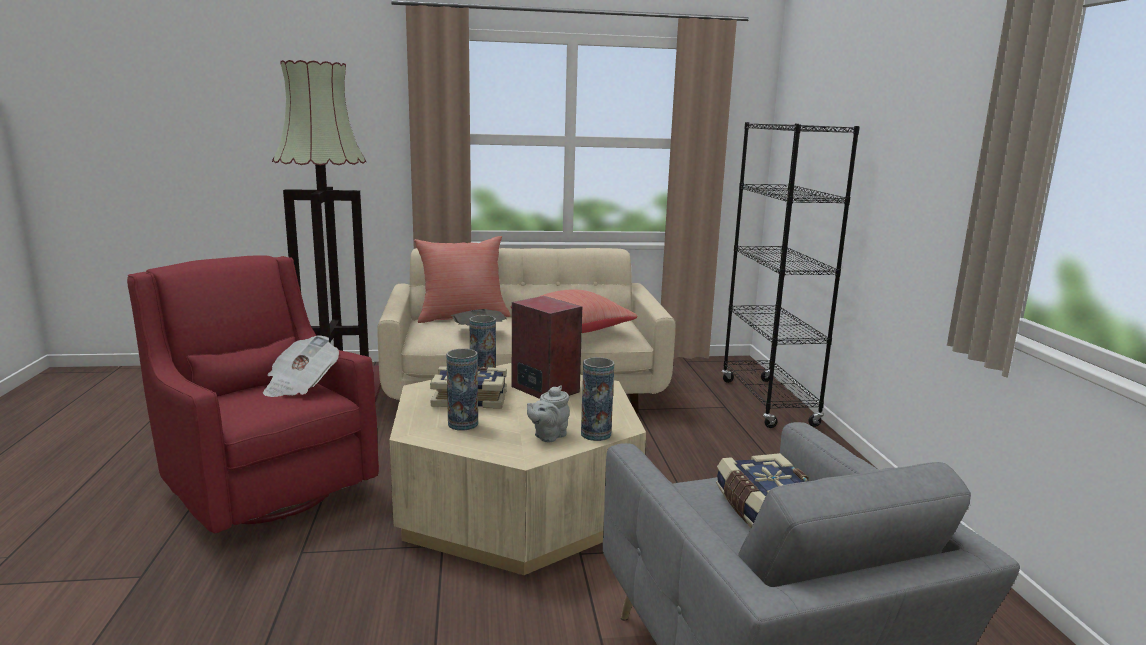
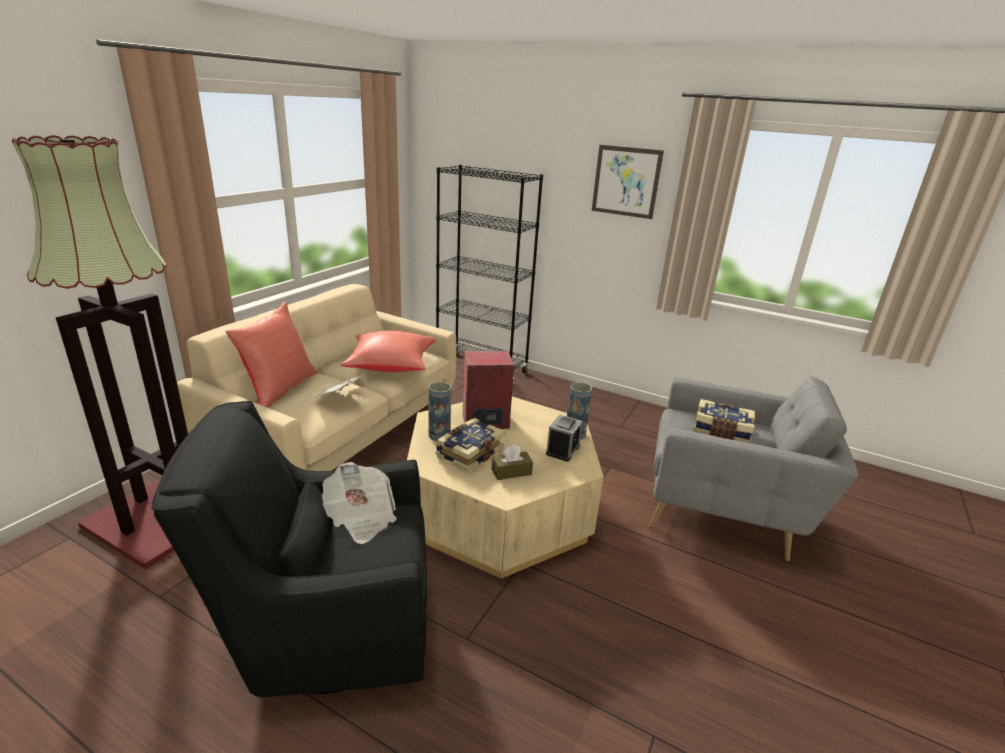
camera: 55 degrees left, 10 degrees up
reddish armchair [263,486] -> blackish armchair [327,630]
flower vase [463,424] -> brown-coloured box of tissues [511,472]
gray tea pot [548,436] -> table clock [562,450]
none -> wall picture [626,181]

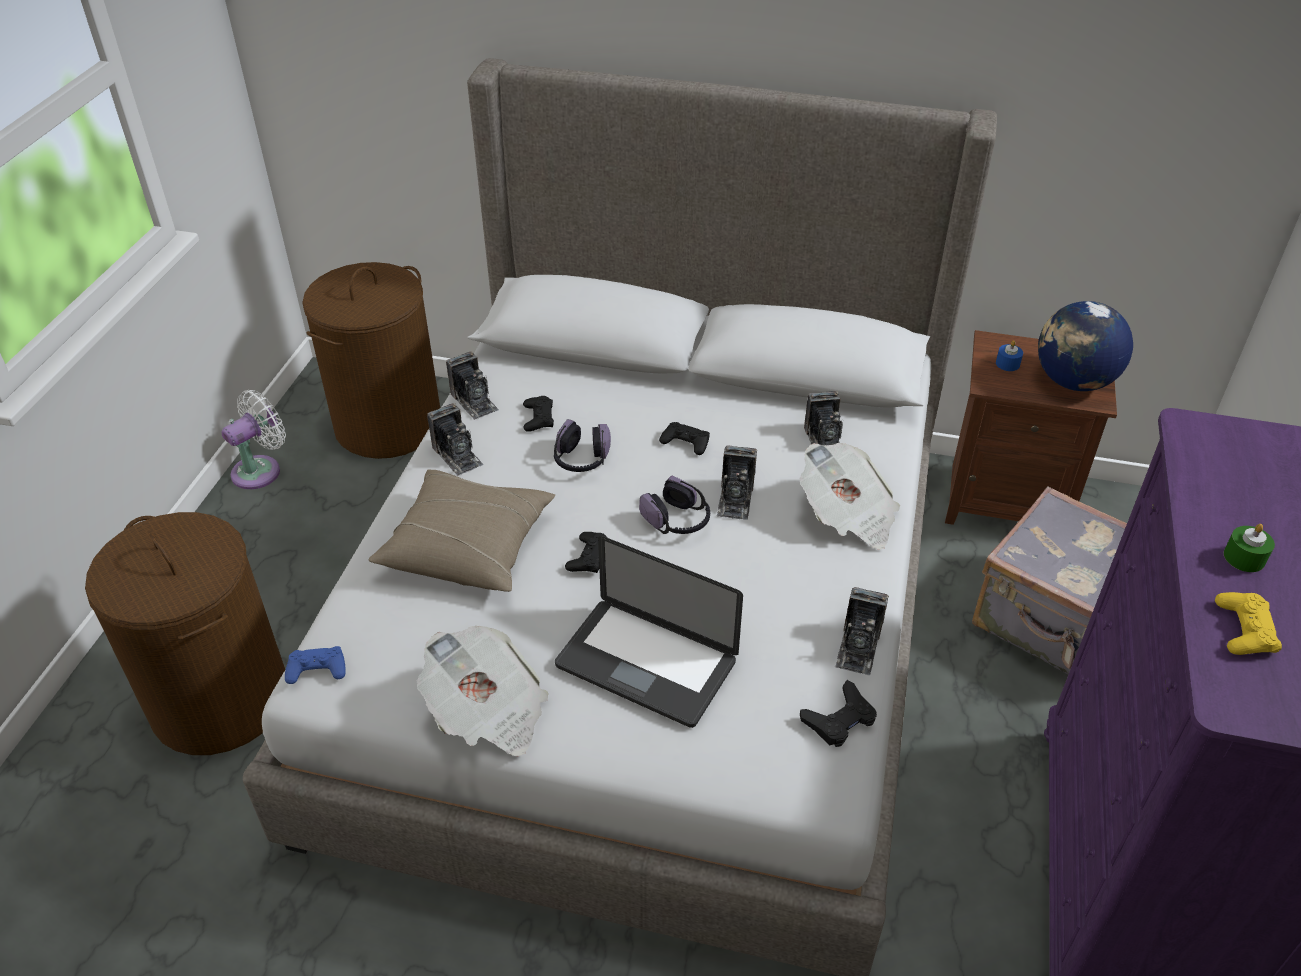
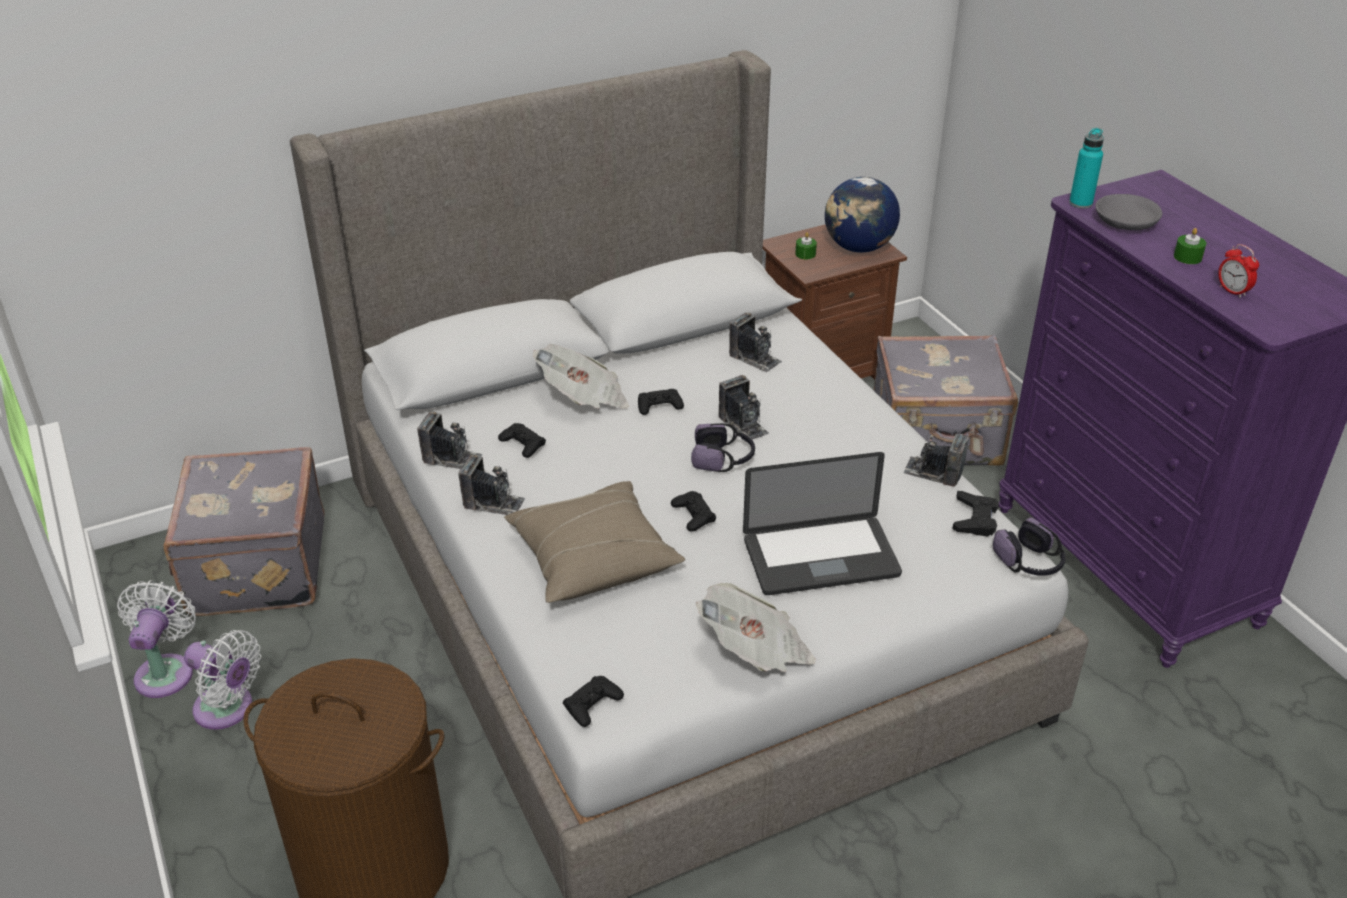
camera: 40 degrees left, 5 degrees down
brown-coloured laundry basket [388,425] -> gray suitcase [255,568]
none -> white fan [228,709]
daily paper [847,516] -> daily paper [584,398], moved
blue-coloured gamepad [317,669] -> blackish gamepad [592,704]
blue-coloured wax light [1007,364] -> greenish wax light [805,254]
still camera [858,647] -> still camera [933,472], 135 degrees clockwise
headset [581,460] -> headset [1029,563], moved
none -> turquoise-coloured beverage bottle [1080,203]
none -> gray serving bowl [1124,221]
yellowish gamepad [1244,630] -> table clock [1232,291]

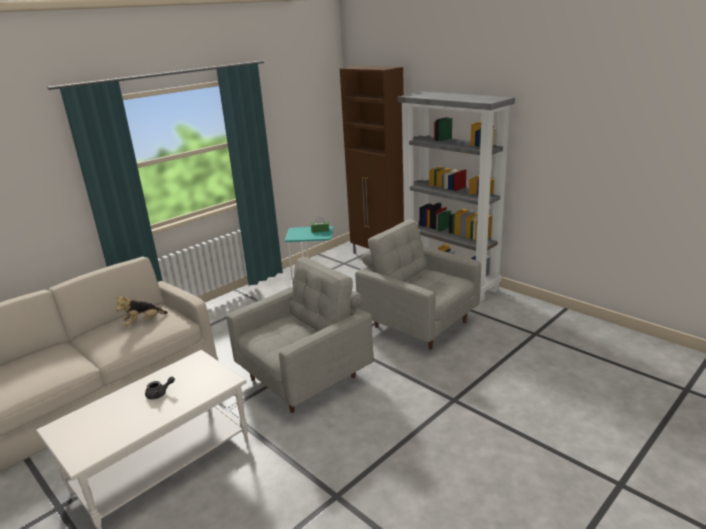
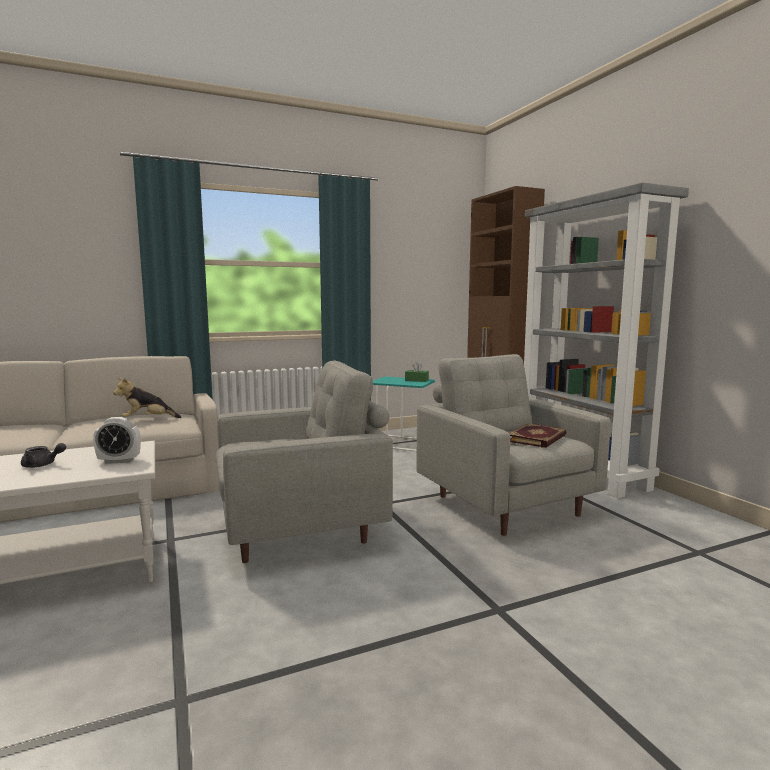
camera: 20 degrees right, 15 degrees down
none -> table clock [119,461]
none -> bound book [537,438]

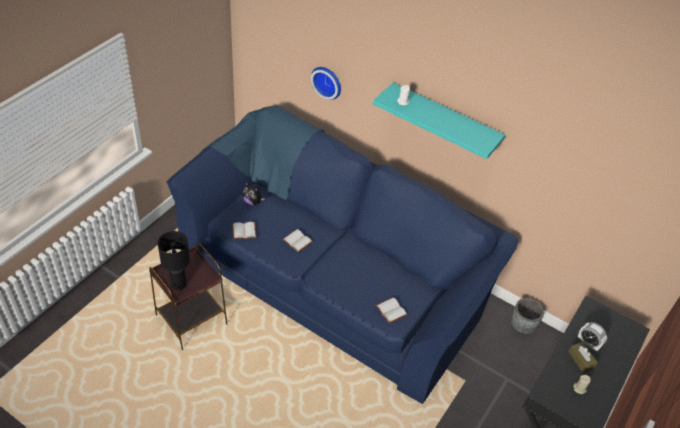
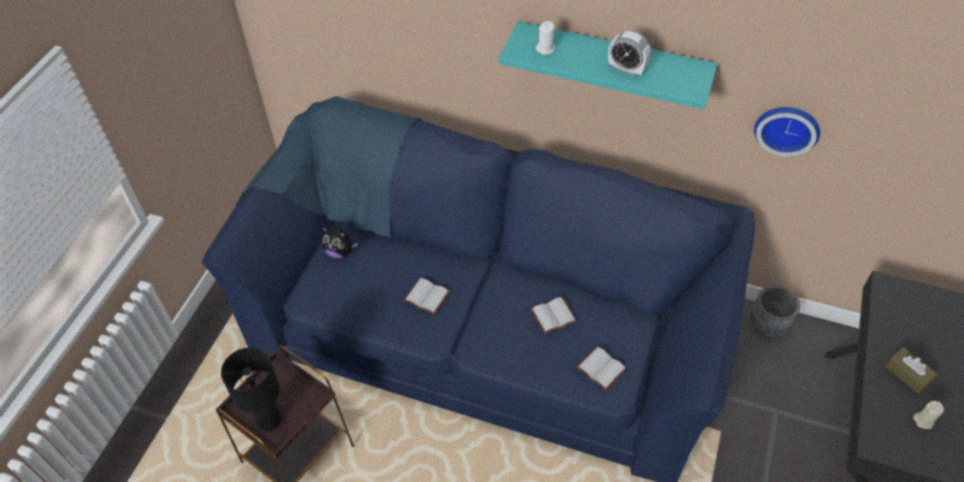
camera: 10 degrees left, 5 degrees up
white bound book [243,232] -> white bound book [553,317], moved
table clock [588,343] -> table clock [626,69], moved
clock on the wall [327,81] -> clock on the wall [787,127], moved

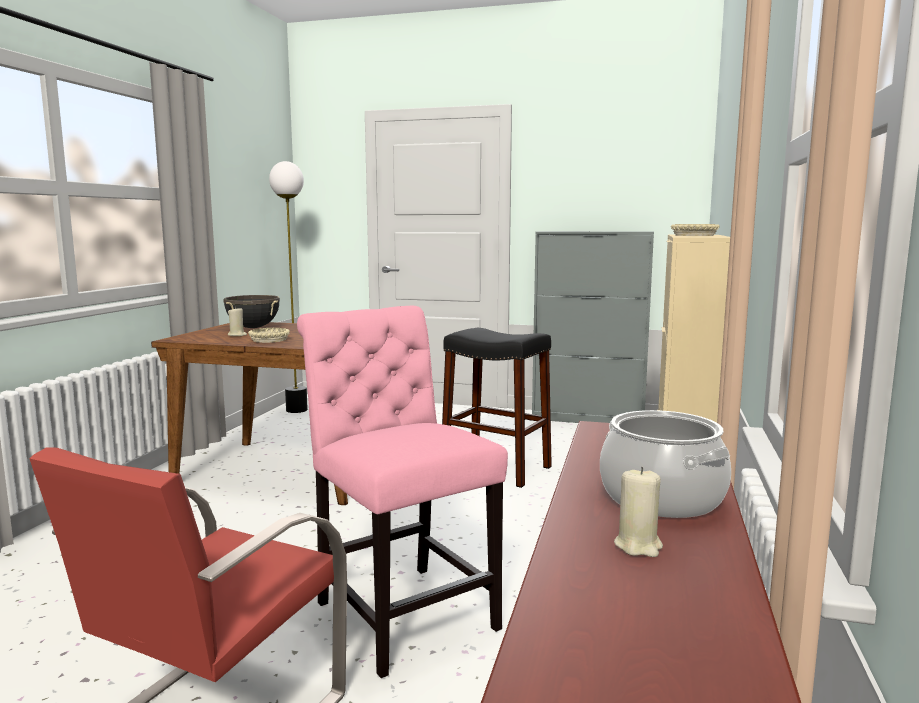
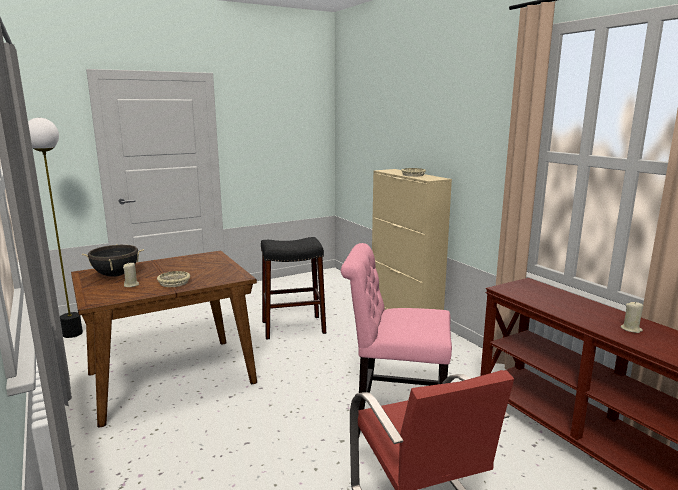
camera: 45 degrees left, 5 degrees up
gray cupboard [588,419] -> none
stockpot [662,498] -> none

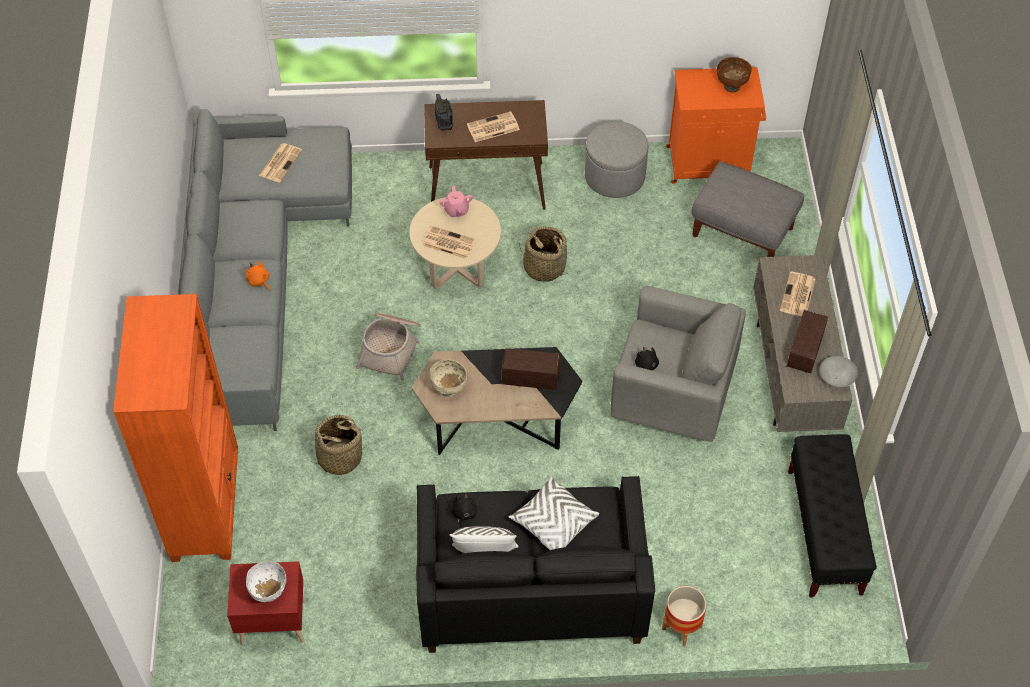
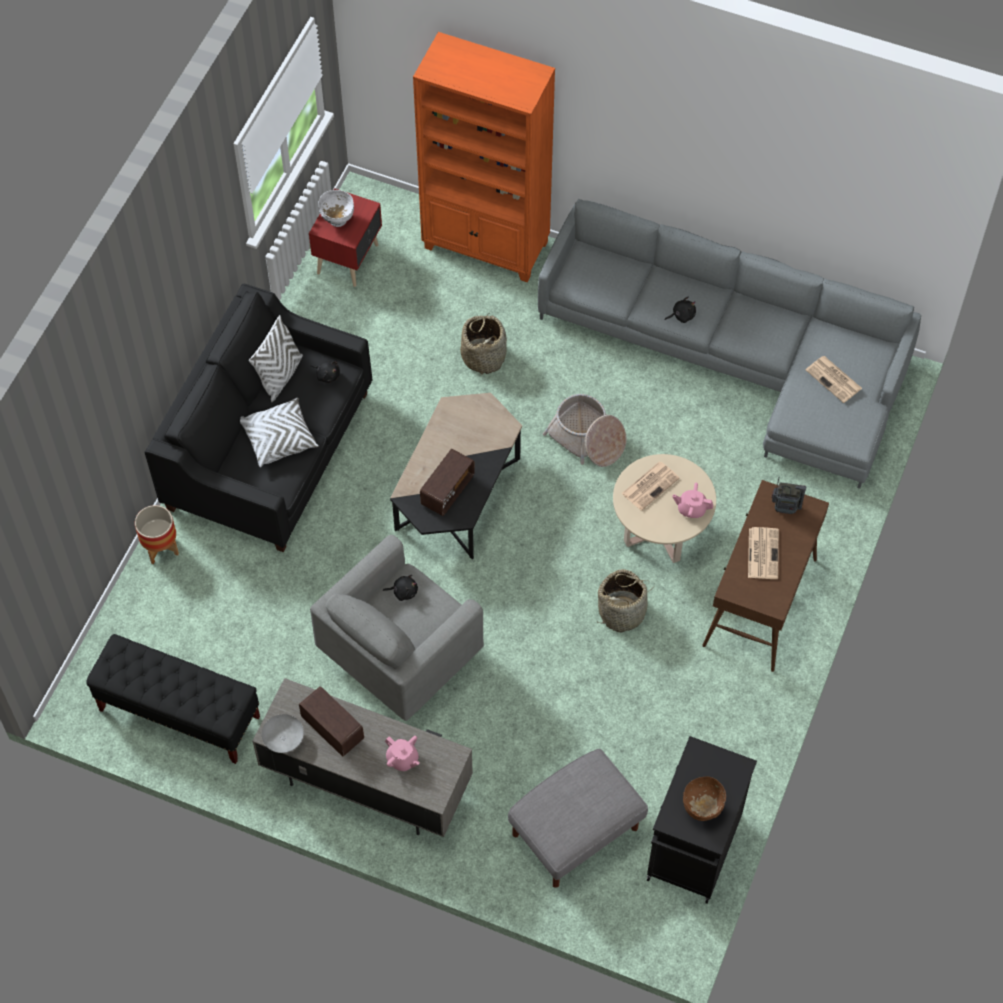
camera: 115 degrees right, 5 degrees up
daily paper [797,295] -> pinkish tea pot [402,759]
orange-coloured cupboard [710,163] -> blackish cupboard [693,850]
orange-coloured cuddly toy [259,281] -> blackish cuddly toy [682,315]
sand-coloured serving bowl [449,389] -> none
gray footrest [614,176] -> none

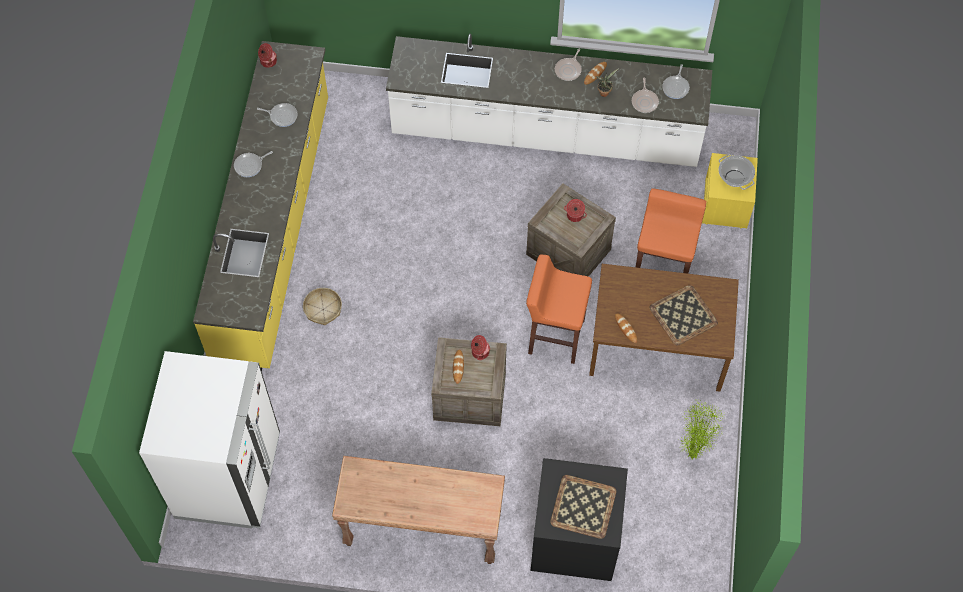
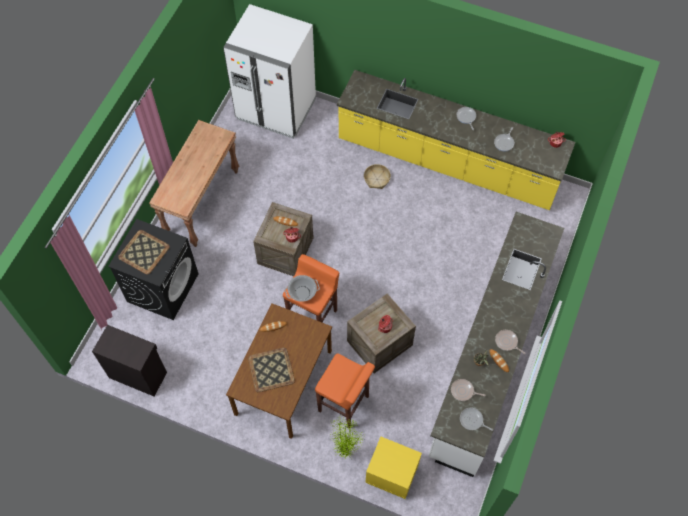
camera: 105 degrees right, 0 degrees up
none -> blackish cupboard [138,374]
stockpot [734,178] -> stockpot [302,293], moved
plant in a pot [690,455] -> plant in a pot [345,453], moved

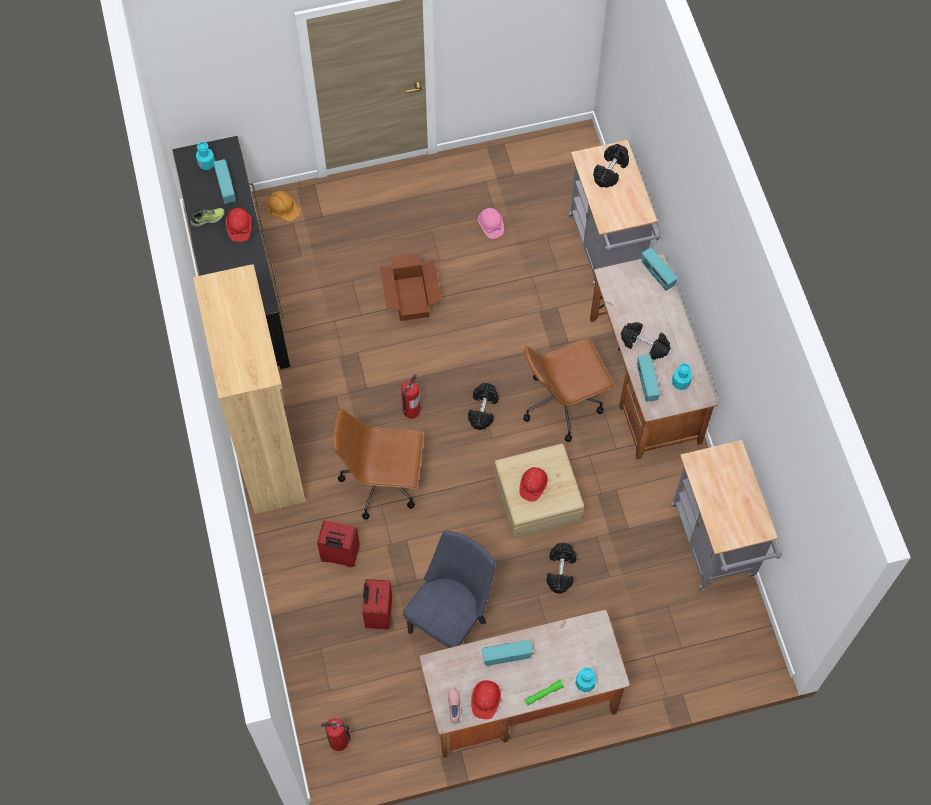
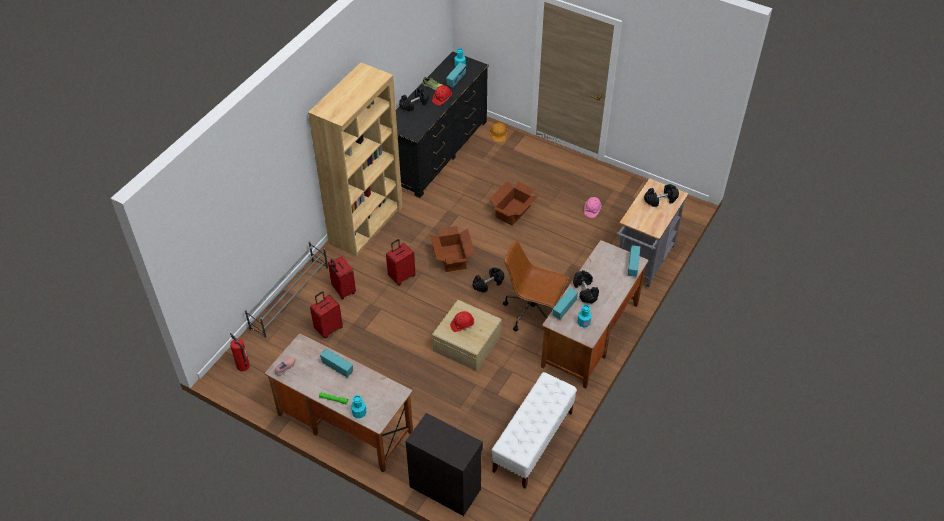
camera: 45 degrees right, 15 degrees down
none -> gray shoe rack [290,298]
brown-coloured computer chair [383,482] -> reddish suitcase [401,276]
blackish free weight [561,571] -> blackish free weight [414,104], moved
none -> blackish cupboard [445,487]
fire extinguisher [411,411] -> cardboard box [453,257]
gray wheeled cart [715,547] -> white long seat [533,442]
blue-coloured upright chair [450,620] -> none
reddish work helmet [485,700] -> none

